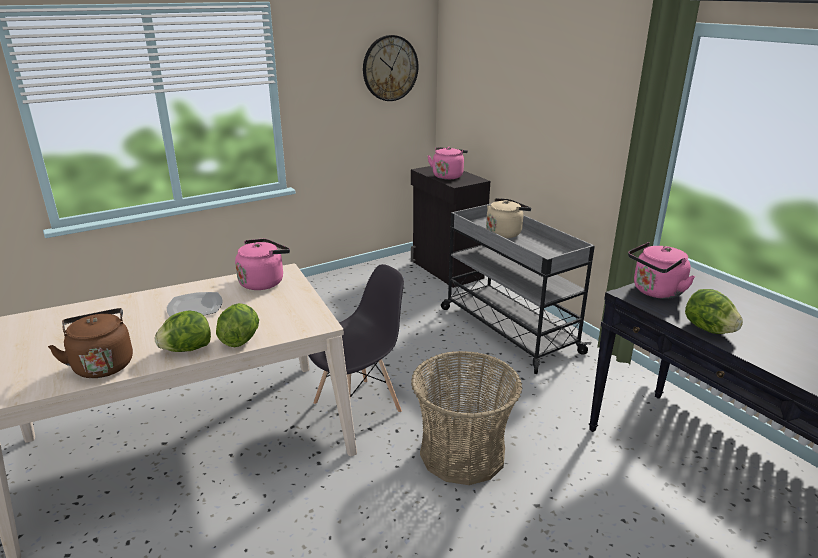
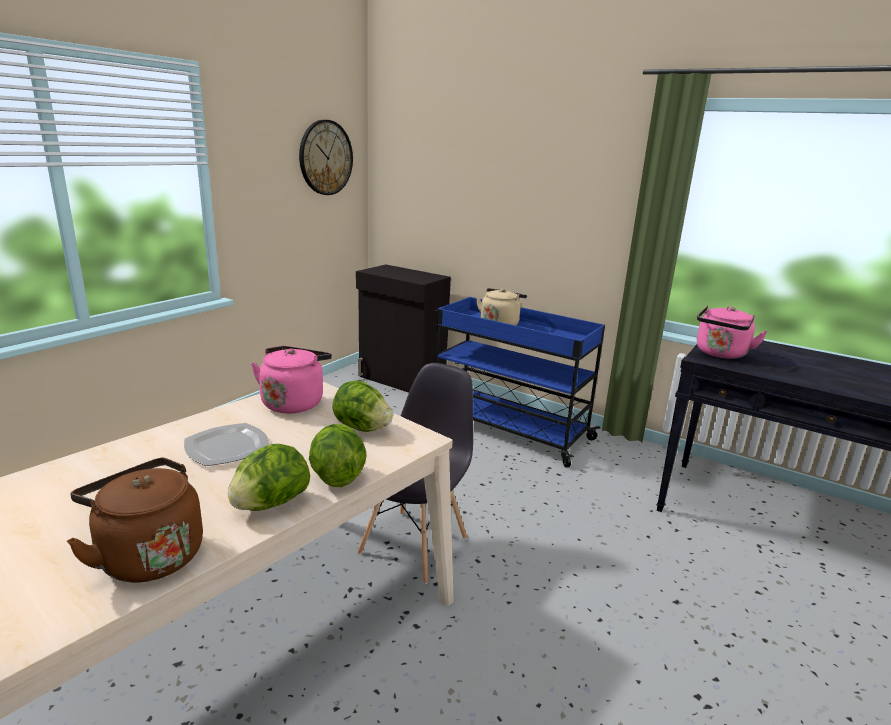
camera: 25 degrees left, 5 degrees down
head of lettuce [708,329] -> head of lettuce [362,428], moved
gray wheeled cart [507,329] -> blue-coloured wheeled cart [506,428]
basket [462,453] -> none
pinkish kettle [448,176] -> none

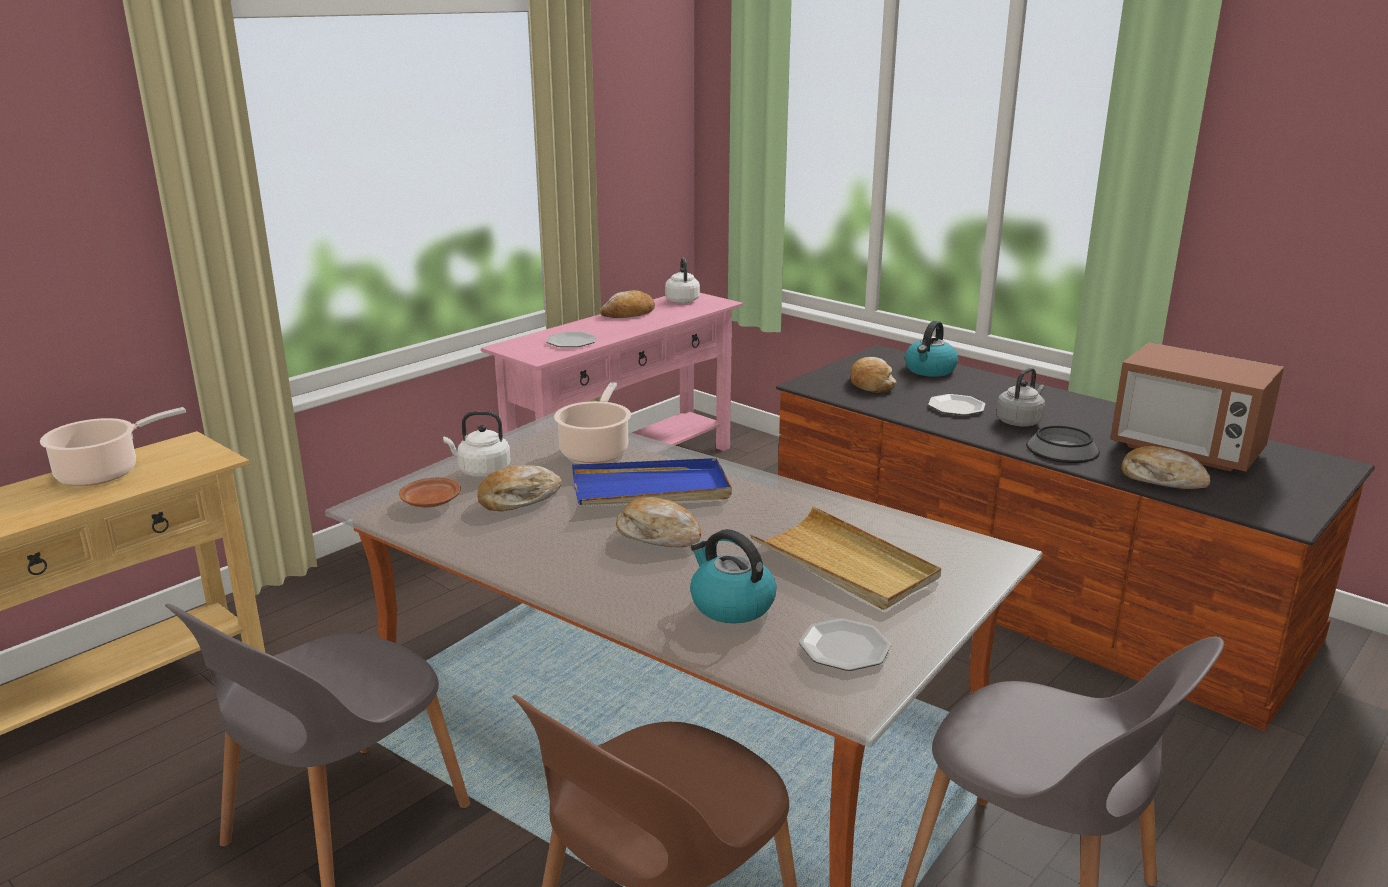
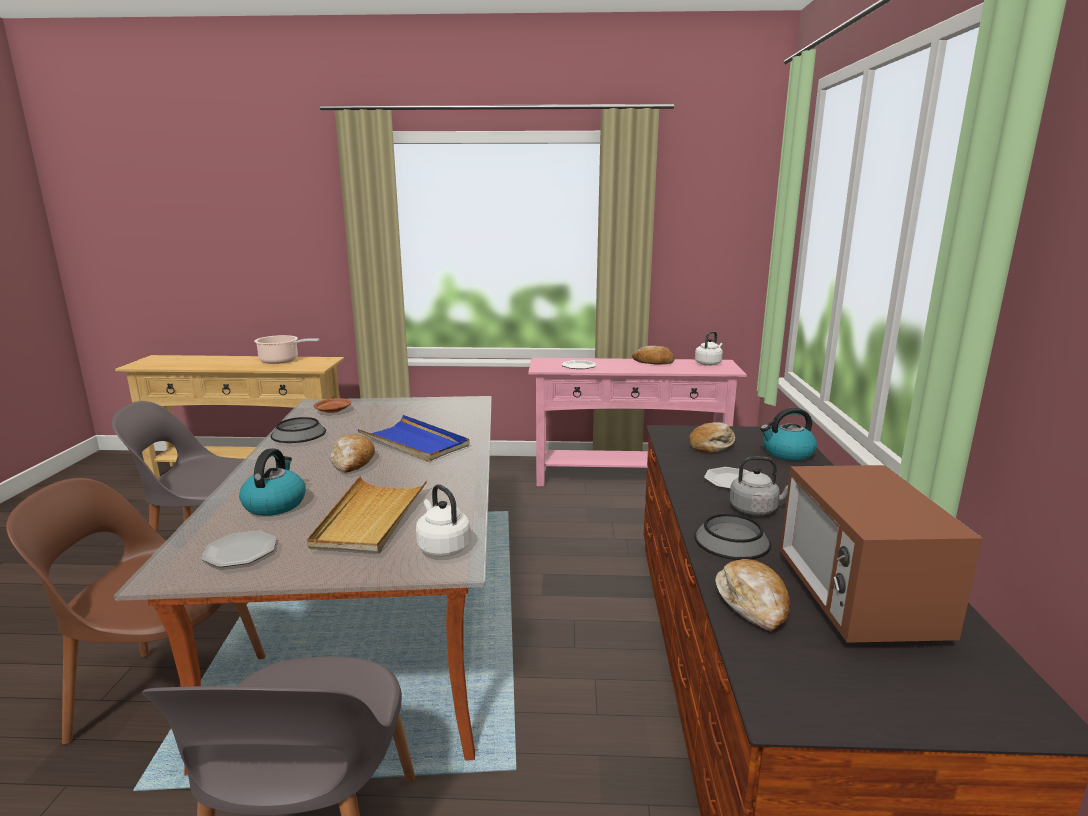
camera: 50 degrees right, 5 degrees down
none -> serving bowl [299,433]
white kettle [481,471] -> white kettle [442,547], moved
bread [518,499] -> none
stockpot [595,450] -> none

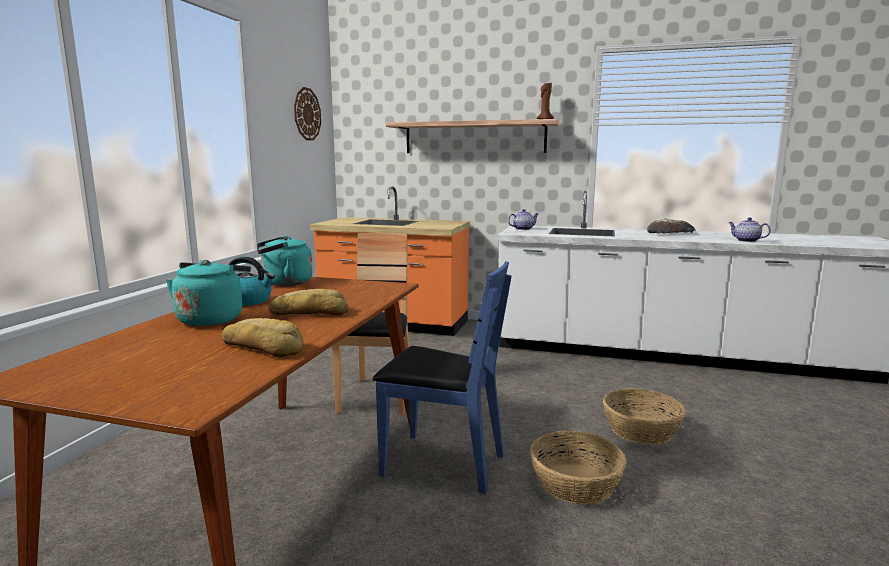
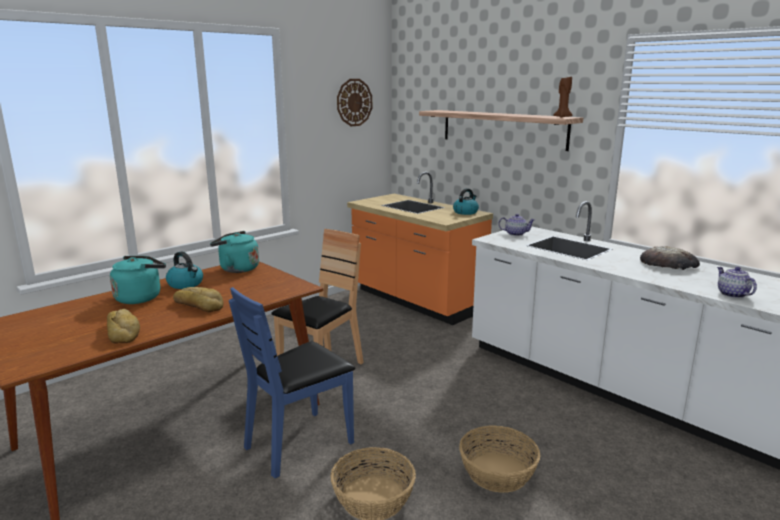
camera: 30 degrees right, 5 degrees up
blue-coloured upright chair [442,463] -> blue-coloured upright chair [299,443], 90 degrees clockwise
none -> kettle [465,212]

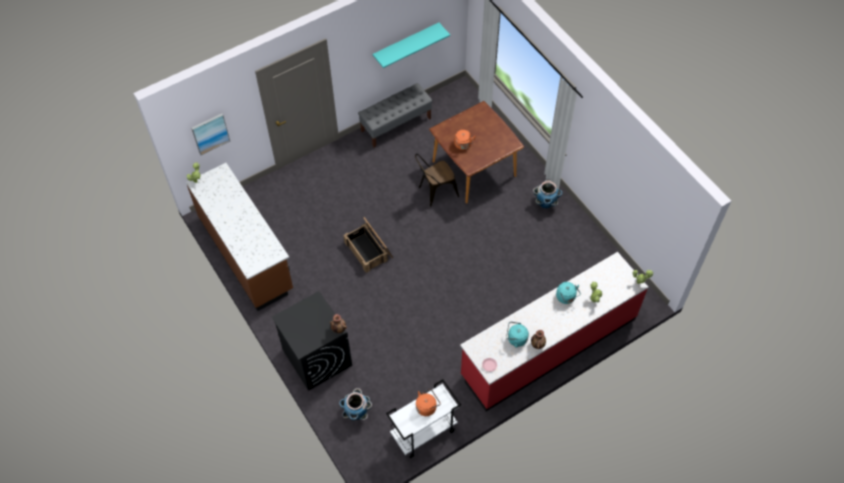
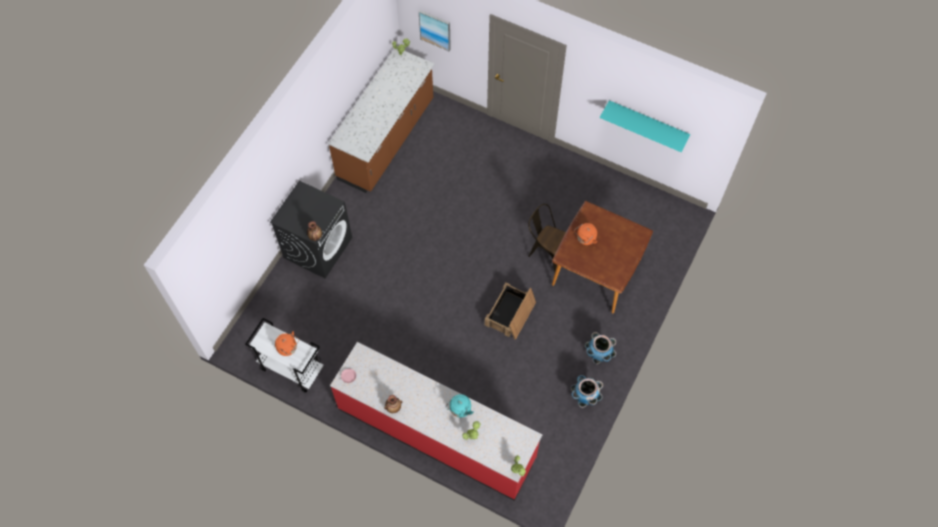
camera: 60 degrees right, 5 degrees up
shipping crate [369,250] -> shipping crate [510,314], moved
flower pot [357,413] -> flower pot [584,398], moved
gray long seat [396,124] -> none
turquoise-coloured kettle [515,339] -> none

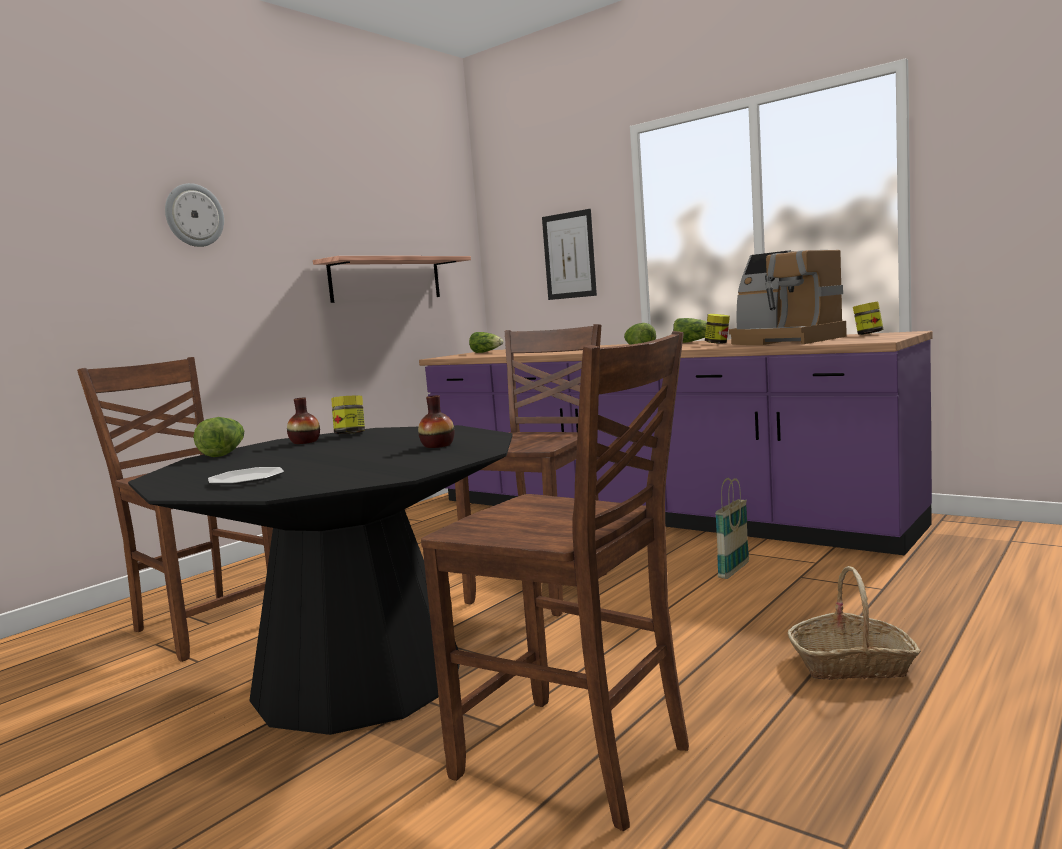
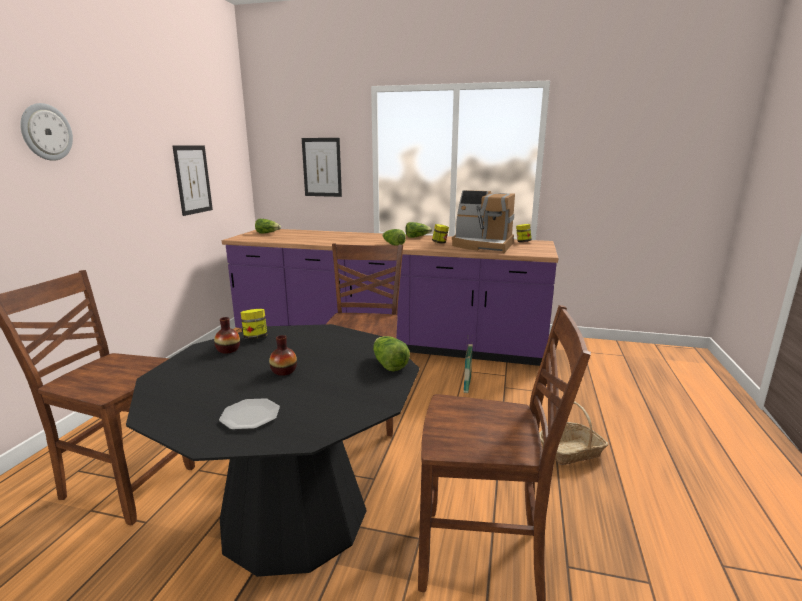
camera: 25 degrees left, 10 degrees up
wall shelf [386,279] -> wall picture [193,179]
flower vase [437,445] -> flower vase [284,371], moved
head of lettuce [224,453] -> head of lettuce [389,364], moved

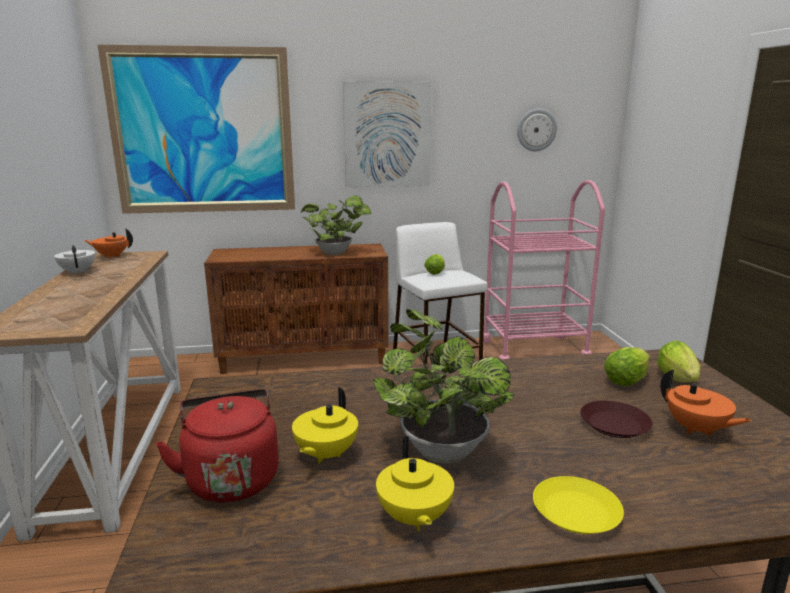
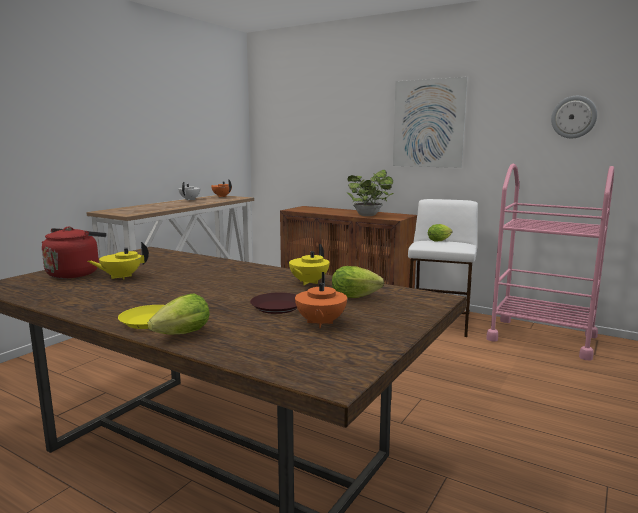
camera: 40 degrees right, 5 degrees down
head of lettuce [679,381] -> head of lettuce [179,335], moved
yellowish tea pot [414,518] -> yellowish tea pot [308,282], moved
wall picture [202,132] -> none
plant in a pot [439,448] -> none

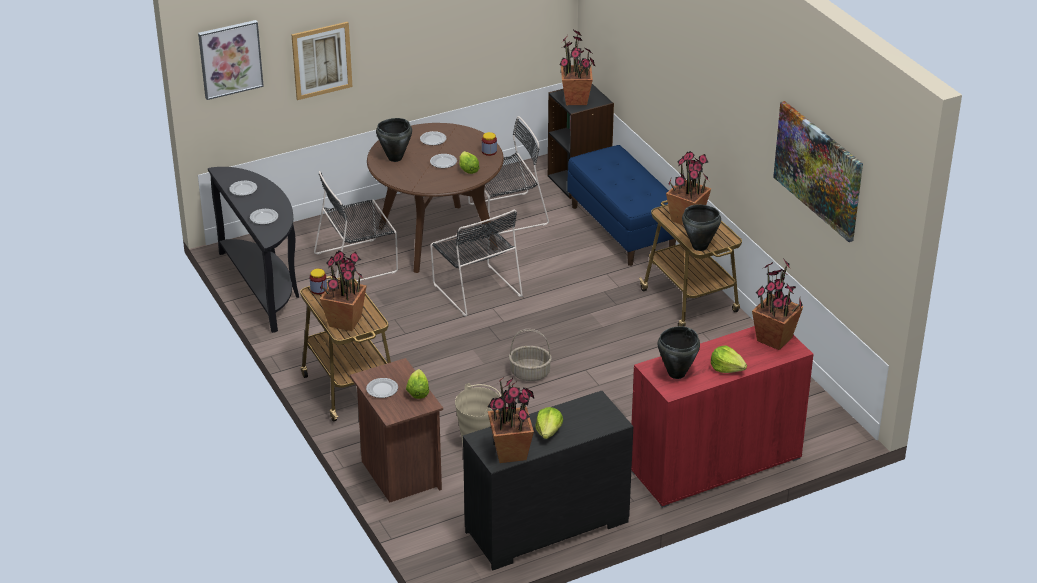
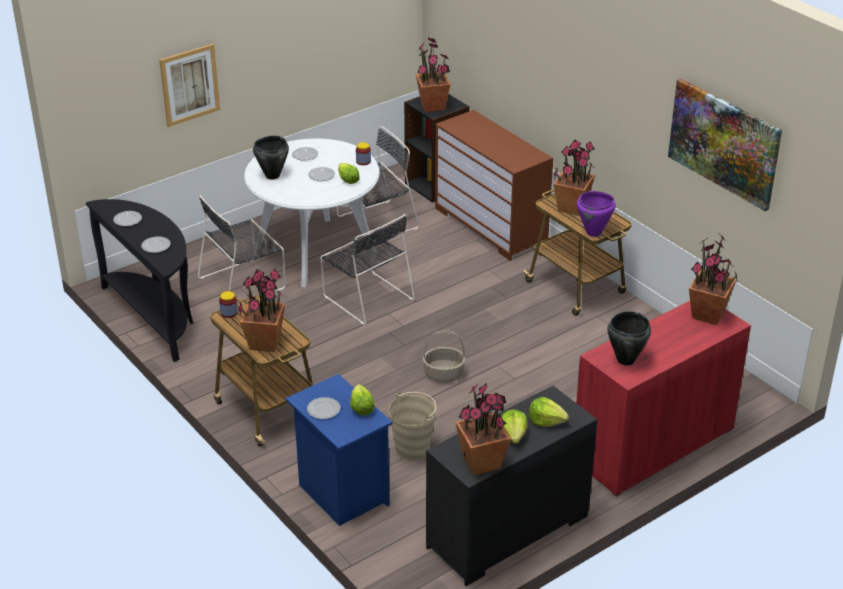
camera: 10 degrees left, 0 degrees up
brown-coloured dinner table [437,238] -> white dinner table [316,251]
brown-coloured bedside table [399,473] -> blue-coloured bedside table [341,493]
blue-coloured long seat [623,229] -> brown-coloured chest of drawers [491,226]
head of lettuce [727,368] -> head of lettuce [546,421], moved
blackish stockpot [700,247] -> purple stockpot [594,233]
wall picture [230,59] -> none

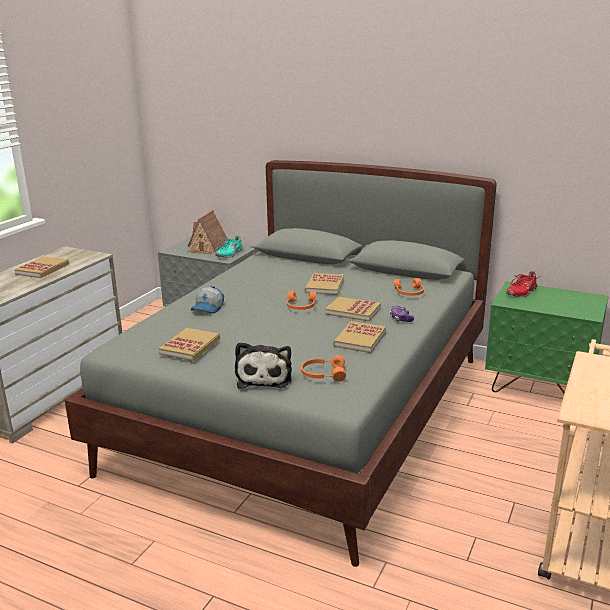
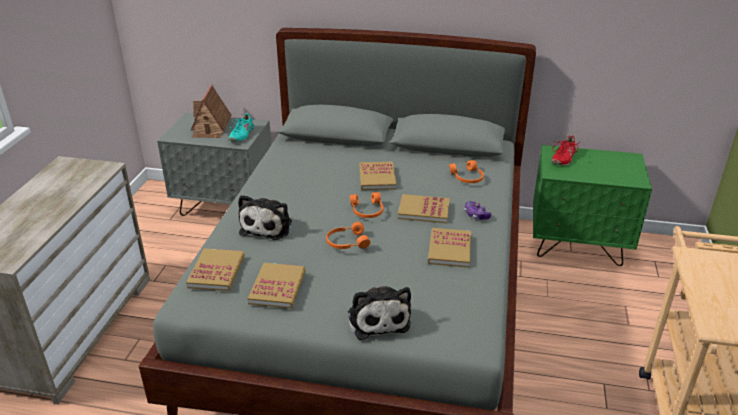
camera: 15 degrees left, 10 degrees up
bound book [42,269] -> bound book [216,272], moved
baseball cap [208,308] -> cuddly toy [268,226]
orange-coloured headset [323,374] -> orange-coloured headset [347,242], moved

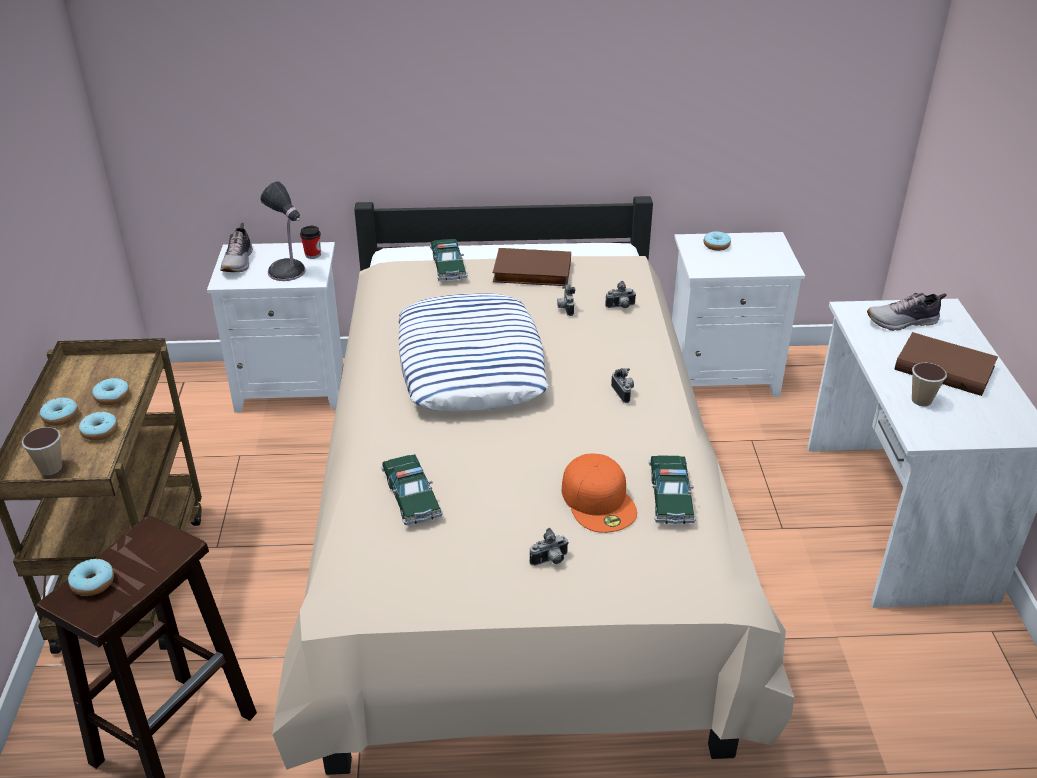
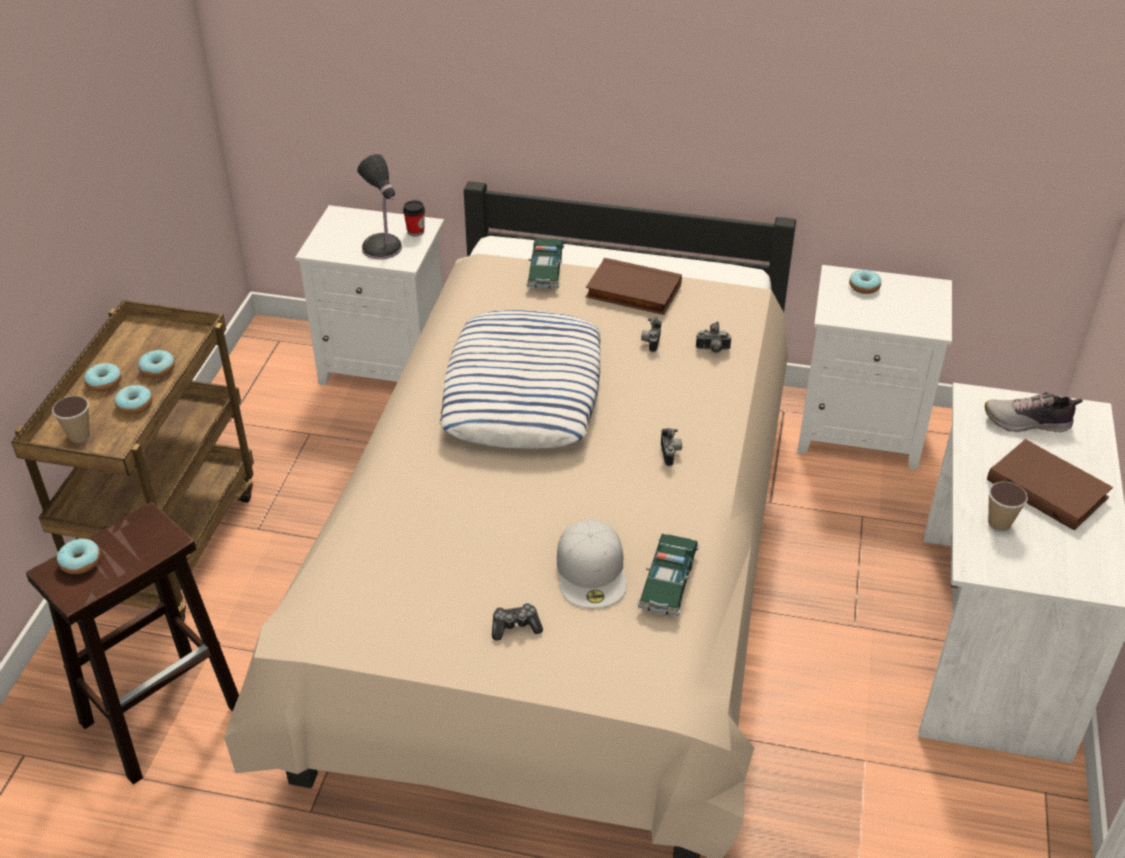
camera: 15 degrees right, 5 degrees up
still camera [550,561] -> gamepad [515,626]
orange-coloured baseball cap [599,500] -> white baseball cap [592,571]
low shoe [239,262] -> none
model car [411,497] -> none

